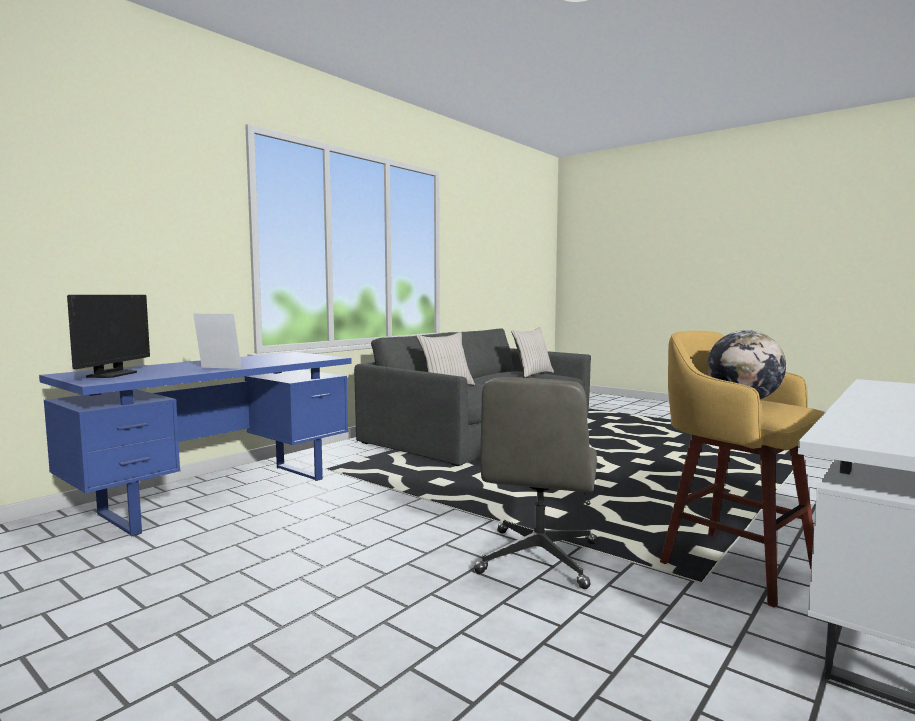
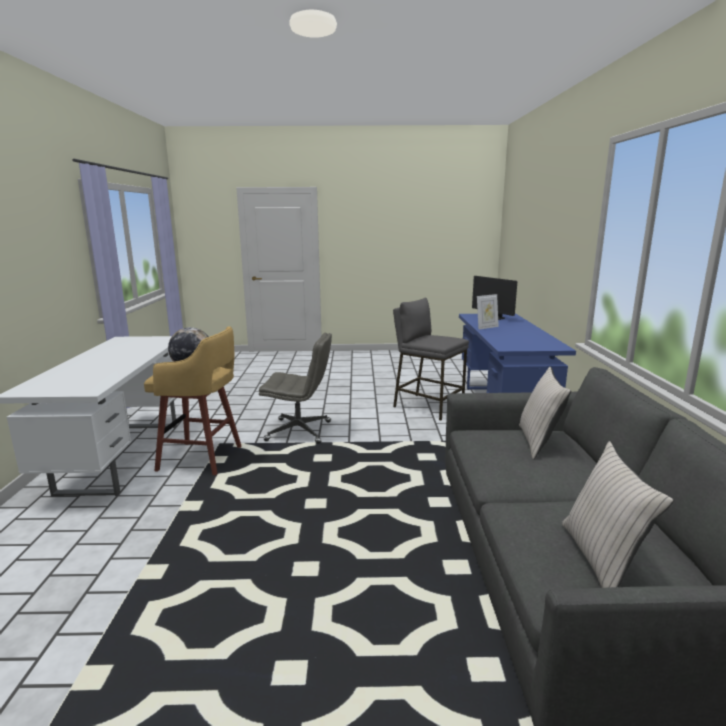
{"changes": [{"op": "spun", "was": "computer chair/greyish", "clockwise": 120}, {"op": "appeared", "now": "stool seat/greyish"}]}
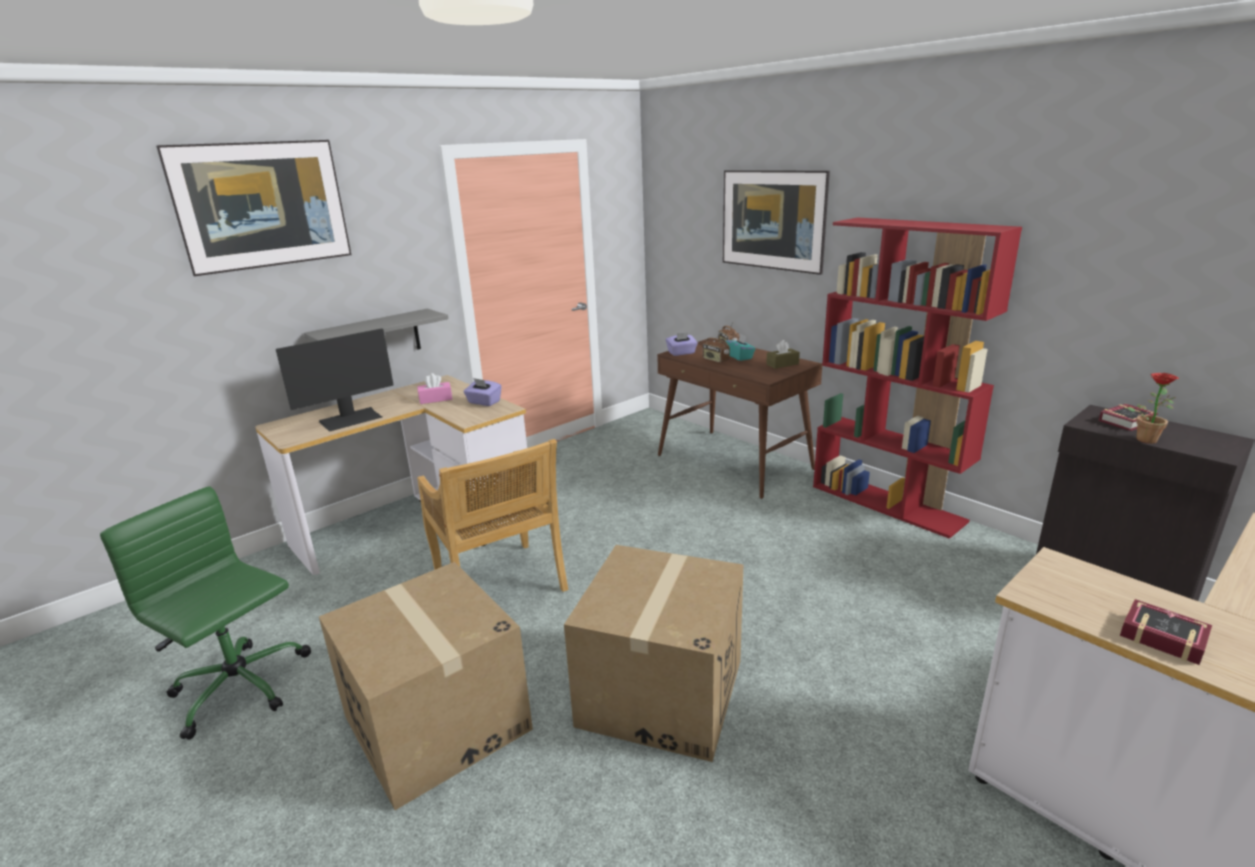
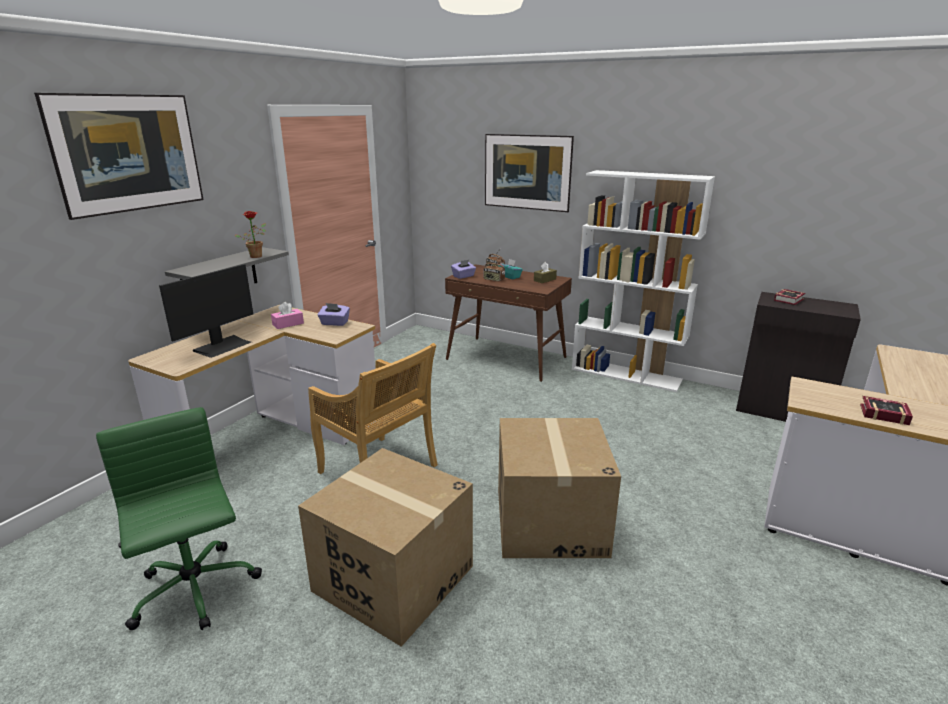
{"changes": [{"op": "colour", "was": "bookcase/reddish", "now": "bookcase/white-coloured"}, {"op": "relocated", "was": "houseplant"}, {"op": "spun", "was": "computer chair/green-coloured", "clockwise": 45}]}
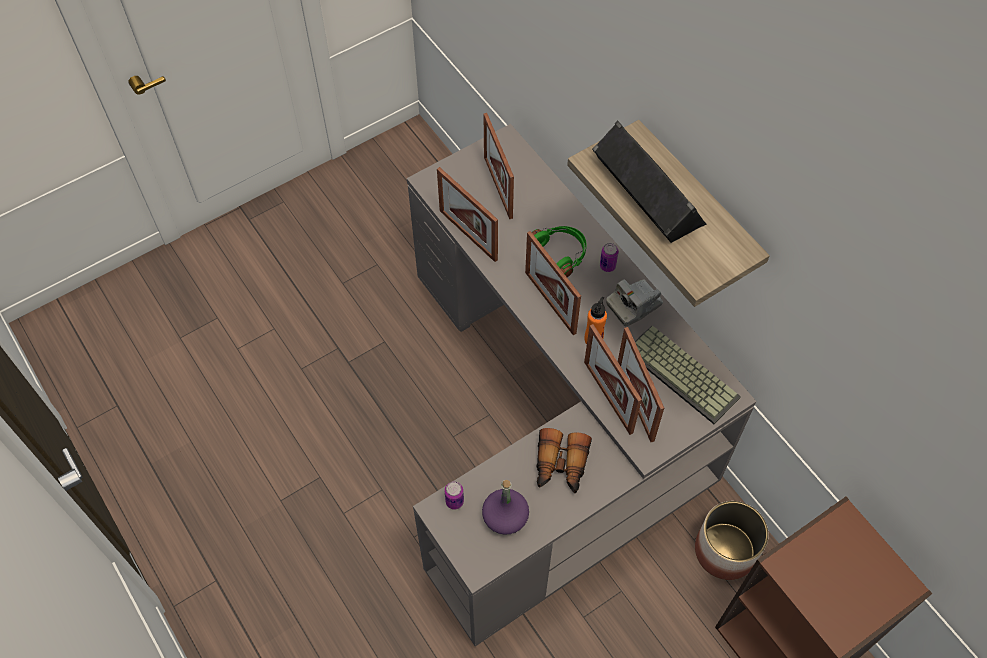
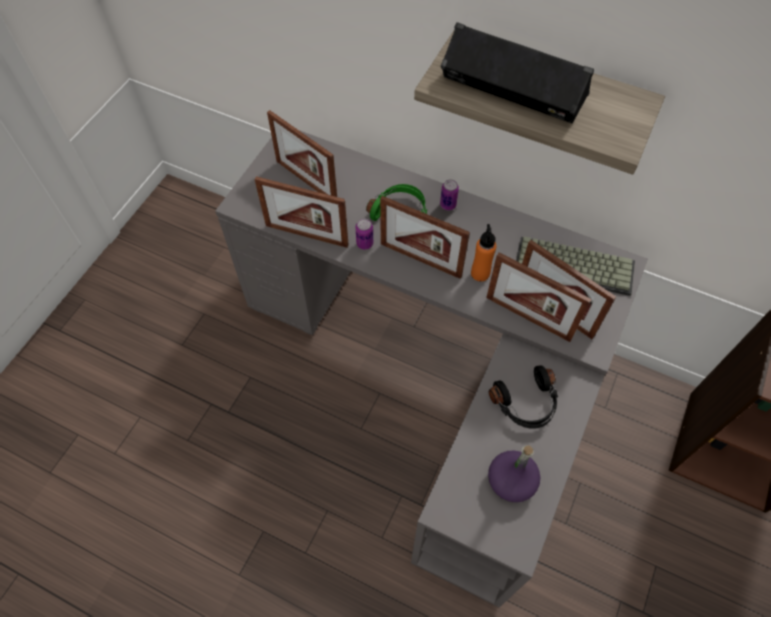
{"changes": [{"op": "missing", "was": "still camera"}, {"op": "exchanged", "was": "binoculars", "now": "headphones/black-coloured"}, {"op": "relocated", "was": "metal can (no. 1 from left)"}, {"op": "missing", "was": "planter"}]}
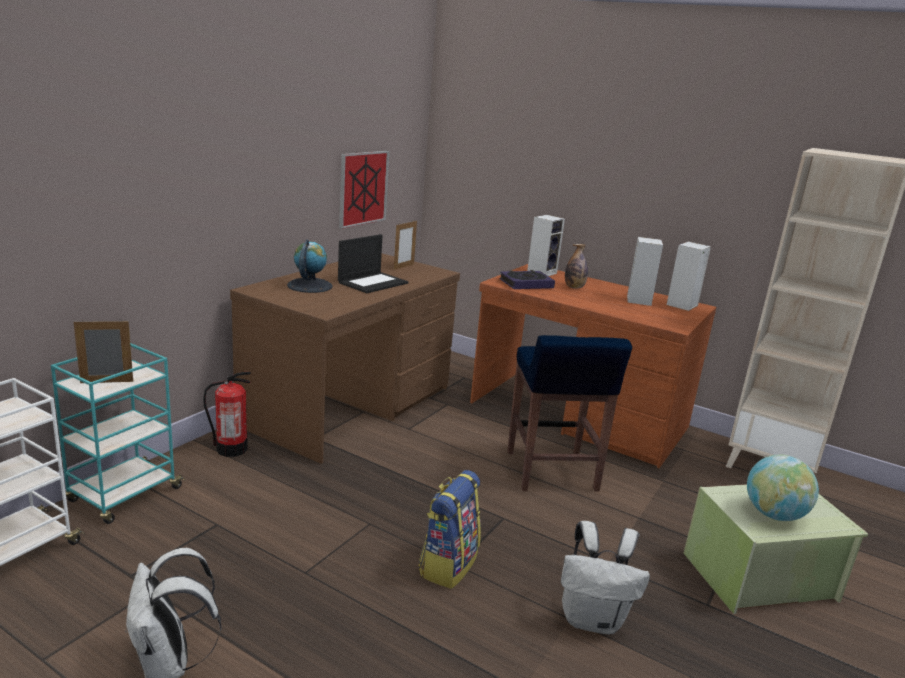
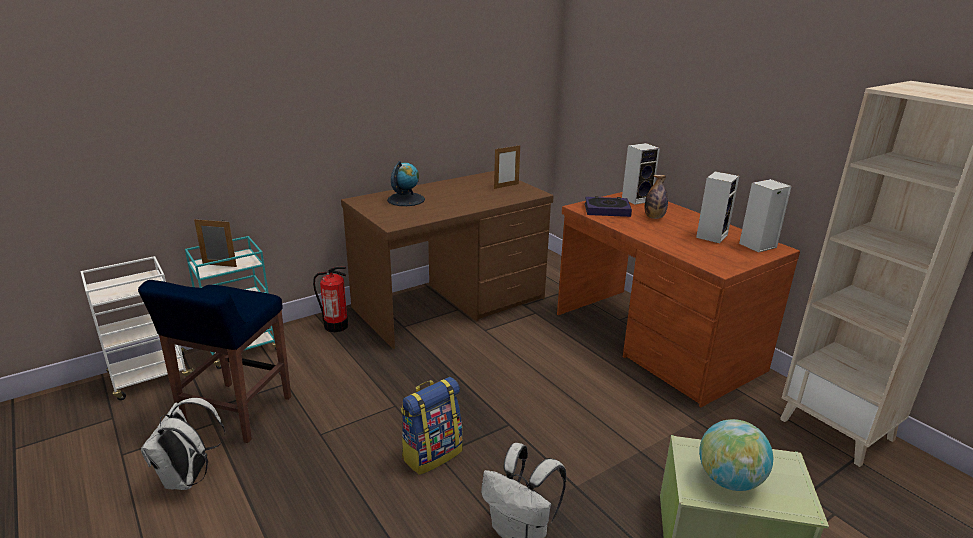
{"changes": [{"op": "missing", "was": "wall picture"}, {"op": "missing", "was": "notebook computer"}, {"op": "relocated", "was": "stool seat/bluish"}]}
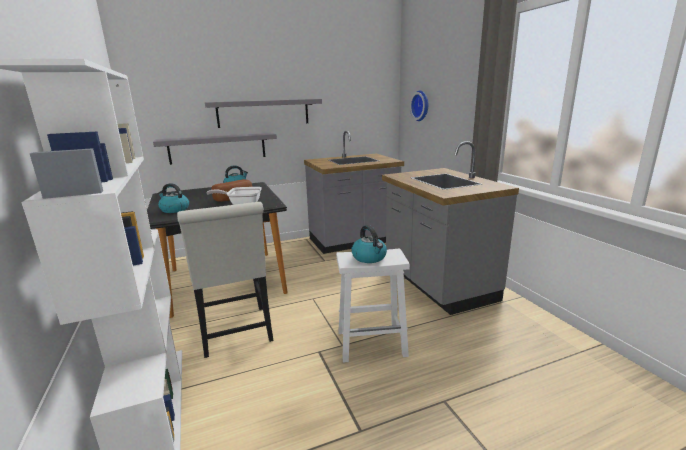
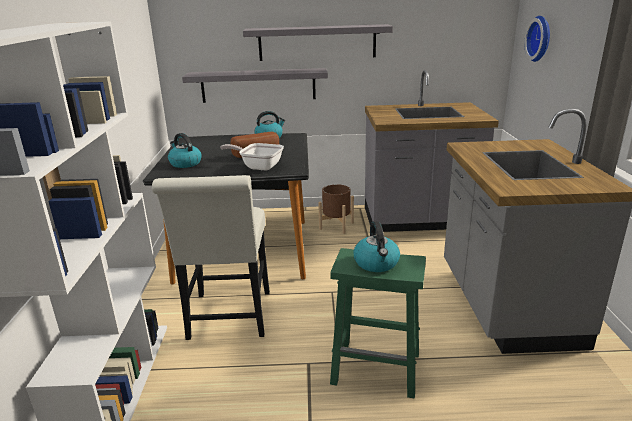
{"changes": [{"op": "colour", "was": "stool seat/white-coloured", "now": "stool seat/green-coloured"}, {"op": "appeared", "now": "planter/brownish"}]}
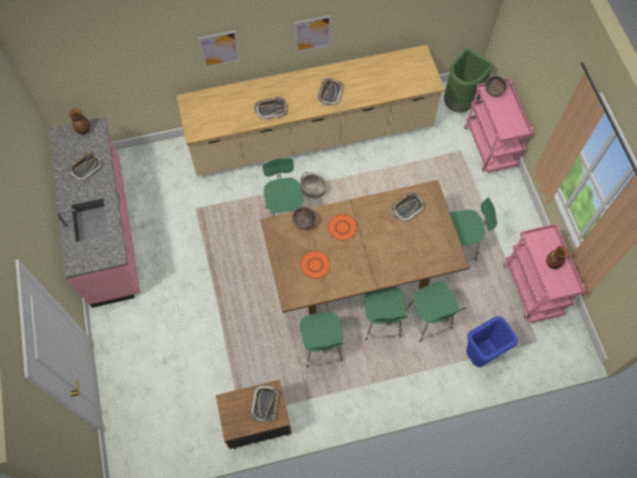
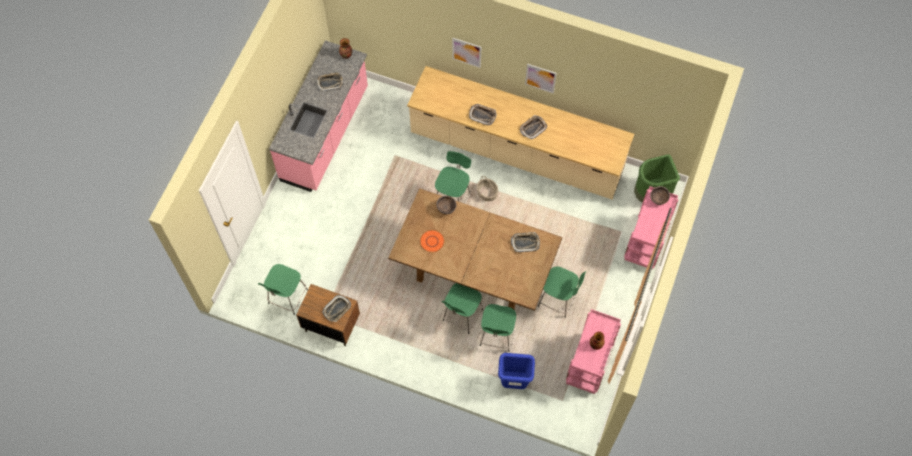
{"changes": [{"op": "missing", "was": "plate/orangey (no. 2 from left)"}, {"op": "relocated", "was": "stool seat/green-coloured (no. 2 from left in the first image)", "now": "stool seat/green-coloured (no. 1 from left)"}]}
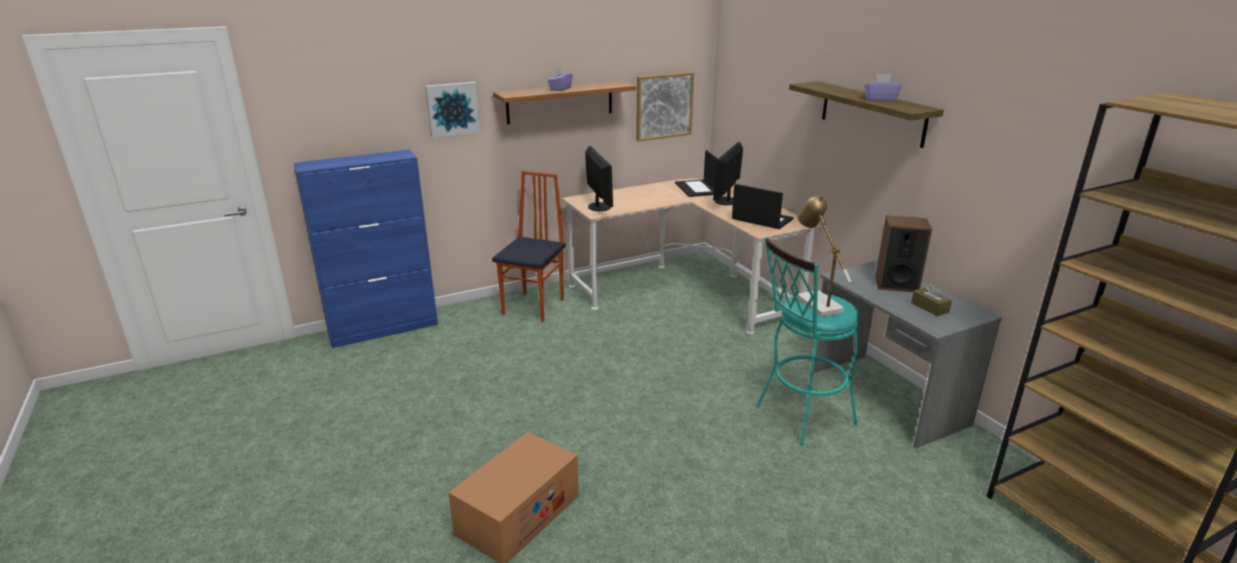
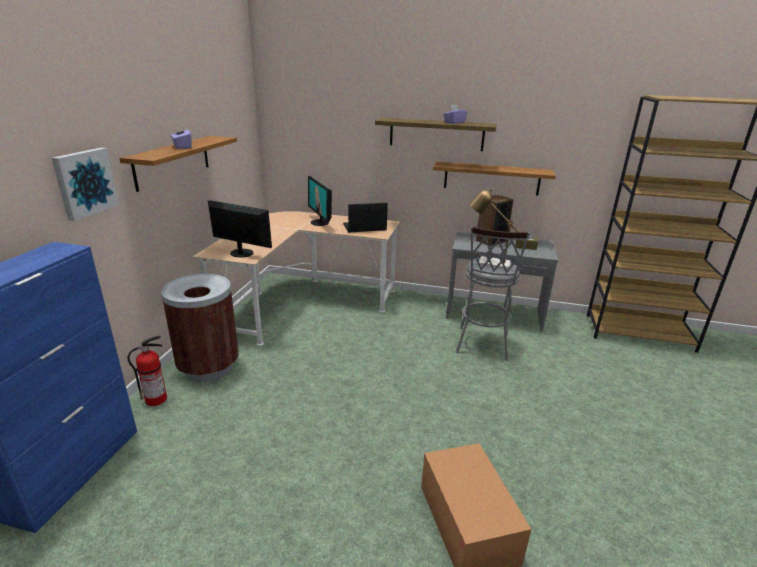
{"changes": [{"op": "missing", "was": "wall picture (no. 2 from left)"}, {"op": "missing", "was": "notebook computer (no. 1 from left)"}, {"op": "exchanged", "was": "plain chair", "now": "rubbish bin/brownish"}, {"op": "colour", "was": "stool seat/turquoise", "now": "stool seat/greyish"}, {"op": "appeared", "now": "shelf (no. 3 from left)"}, {"op": "appeared", "now": "fire extinguisher"}]}
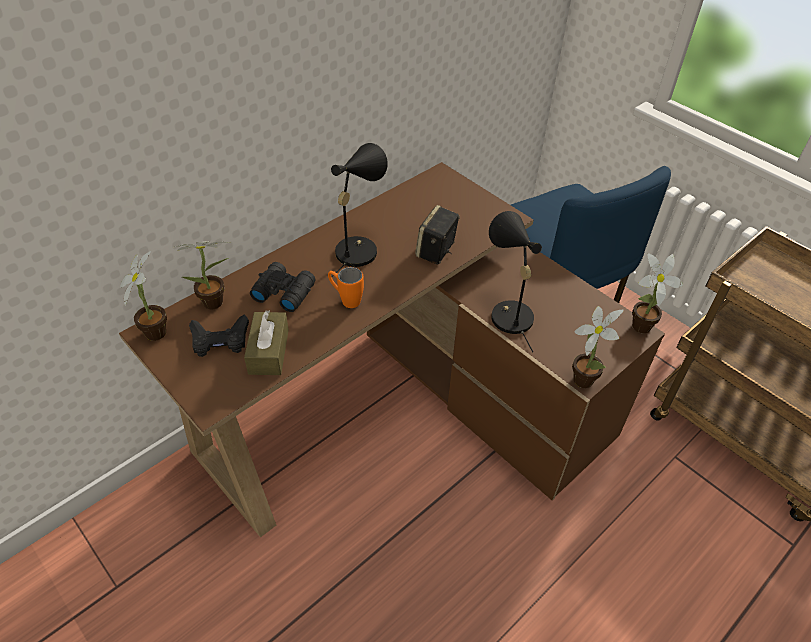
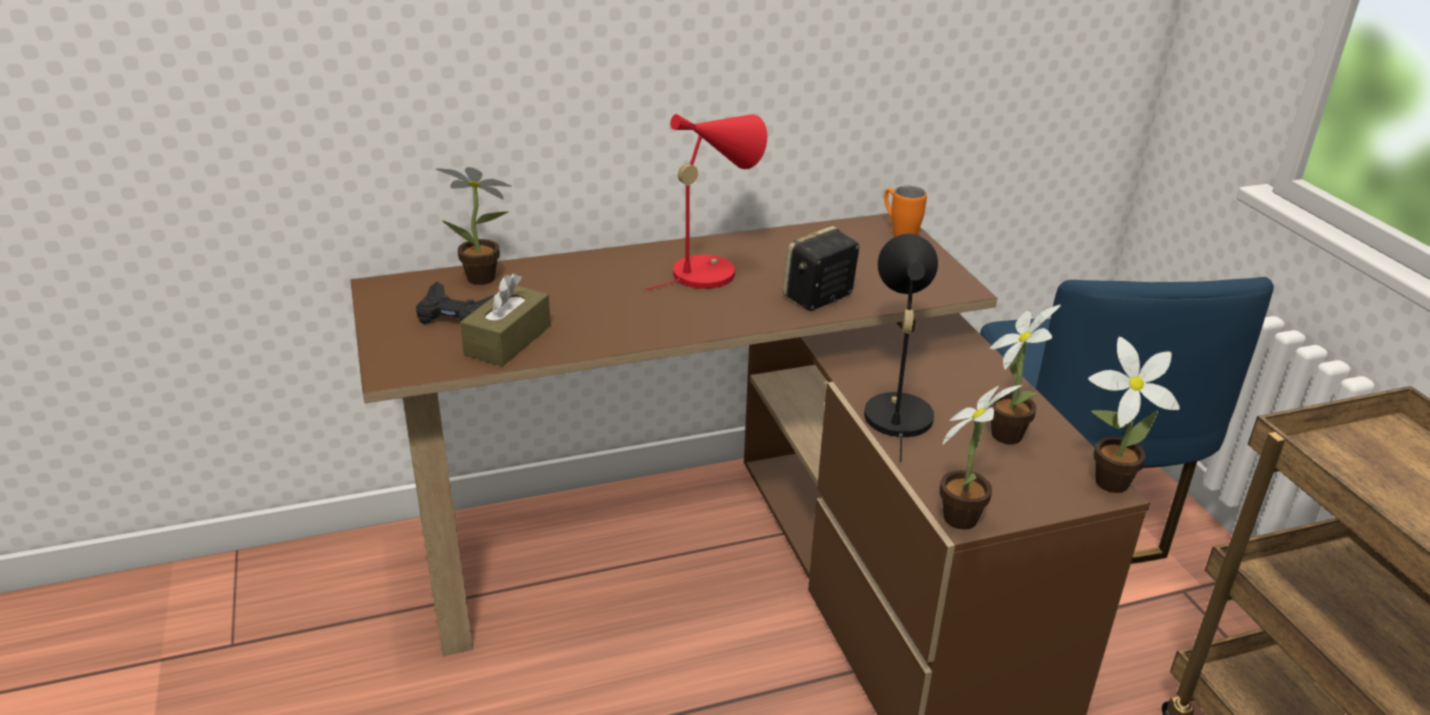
{"changes": [{"op": "colour", "was": "table lamp/black-coloured (no. 1 from left)", "now": "table lamp/reddish"}, {"op": "relocated", "was": "houseplant (no. 1 from left in the first image)", "now": "houseplant (no. 3 from left)"}, {"op": "missing", "was": "binoculars/black-coloured"}, {"op": "relocated", "was": "mug/orangey"}]}
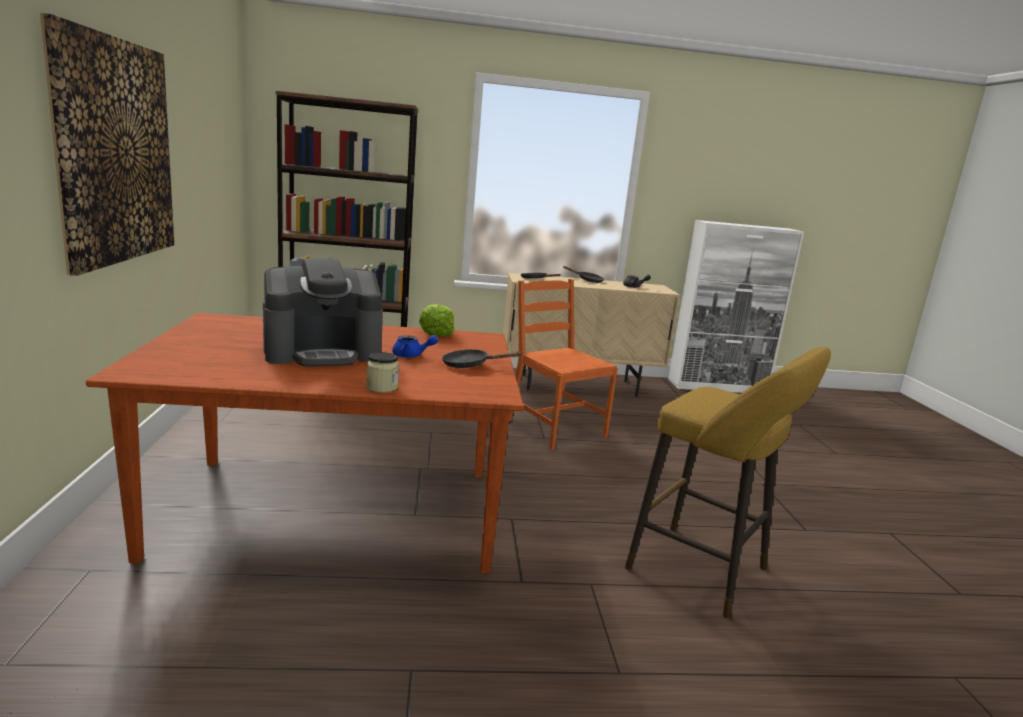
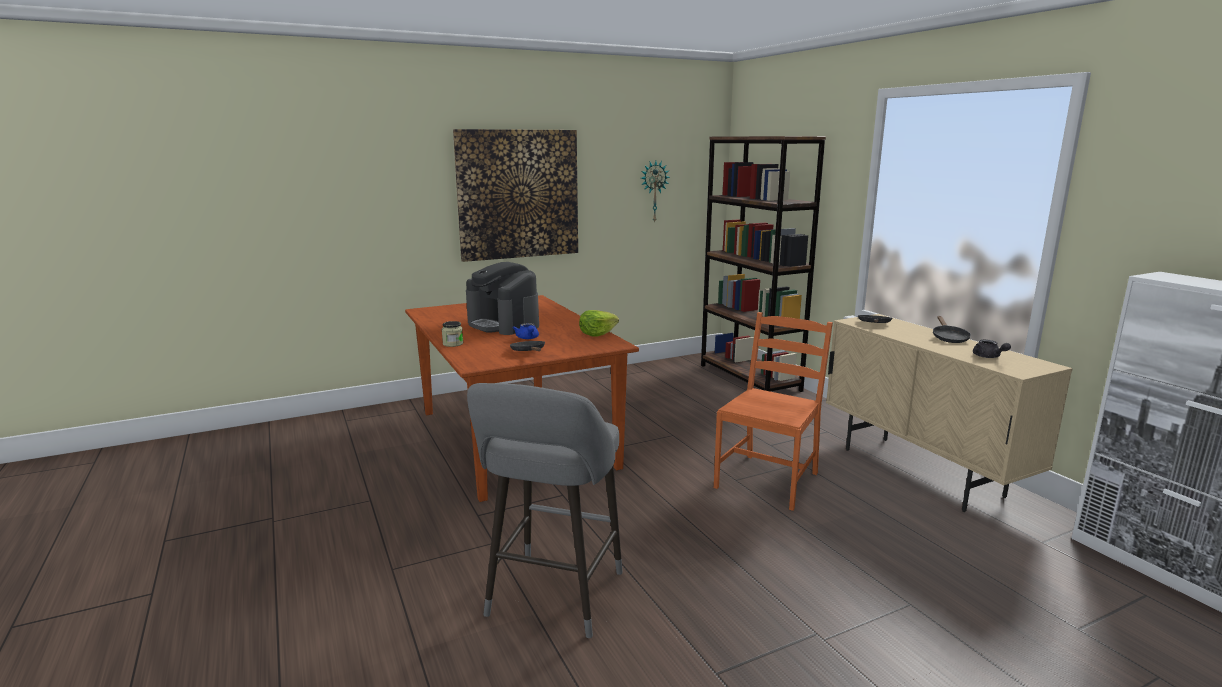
{"changes": [{"op": "colour", "was": "stool seat/yellow-coloured", "now": "stool seat/greyish"}, {"op": "appeared", "now": "hanging clock"}]}
